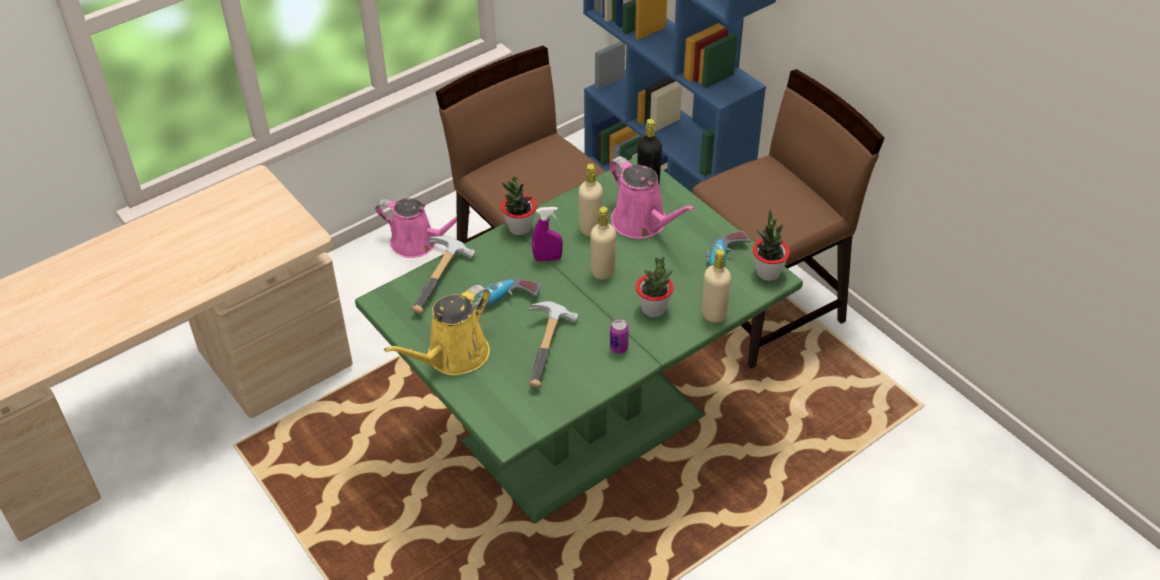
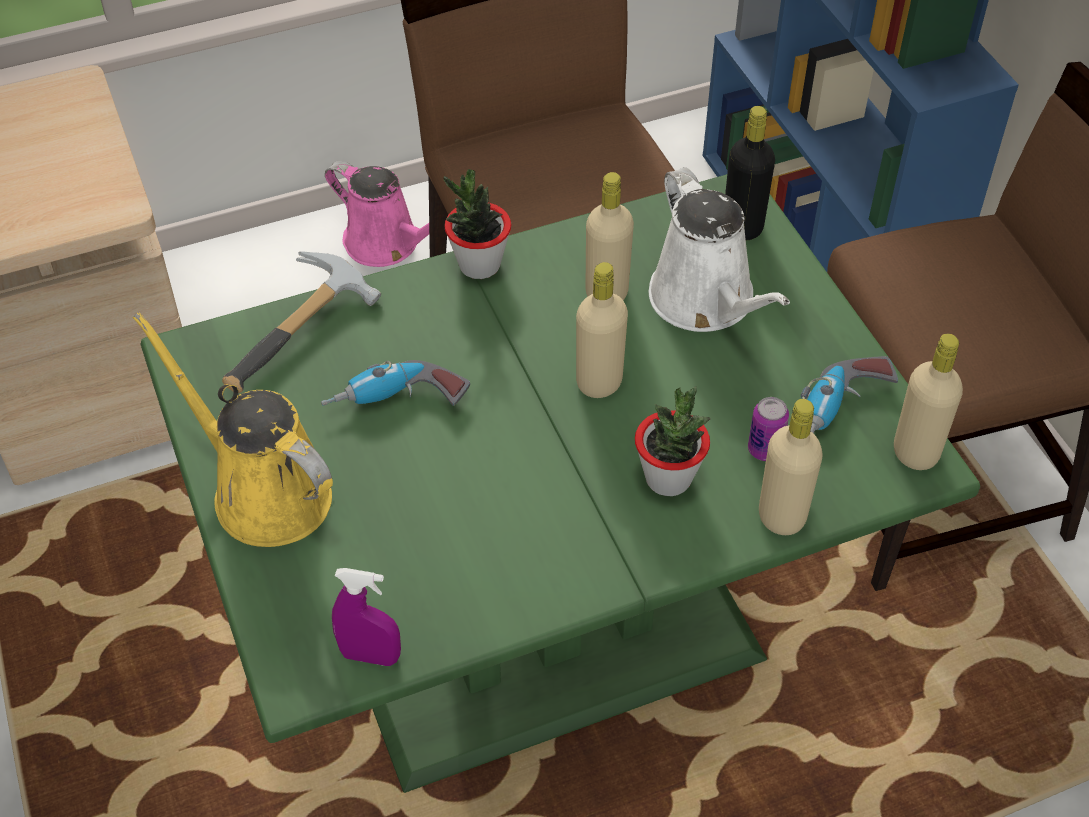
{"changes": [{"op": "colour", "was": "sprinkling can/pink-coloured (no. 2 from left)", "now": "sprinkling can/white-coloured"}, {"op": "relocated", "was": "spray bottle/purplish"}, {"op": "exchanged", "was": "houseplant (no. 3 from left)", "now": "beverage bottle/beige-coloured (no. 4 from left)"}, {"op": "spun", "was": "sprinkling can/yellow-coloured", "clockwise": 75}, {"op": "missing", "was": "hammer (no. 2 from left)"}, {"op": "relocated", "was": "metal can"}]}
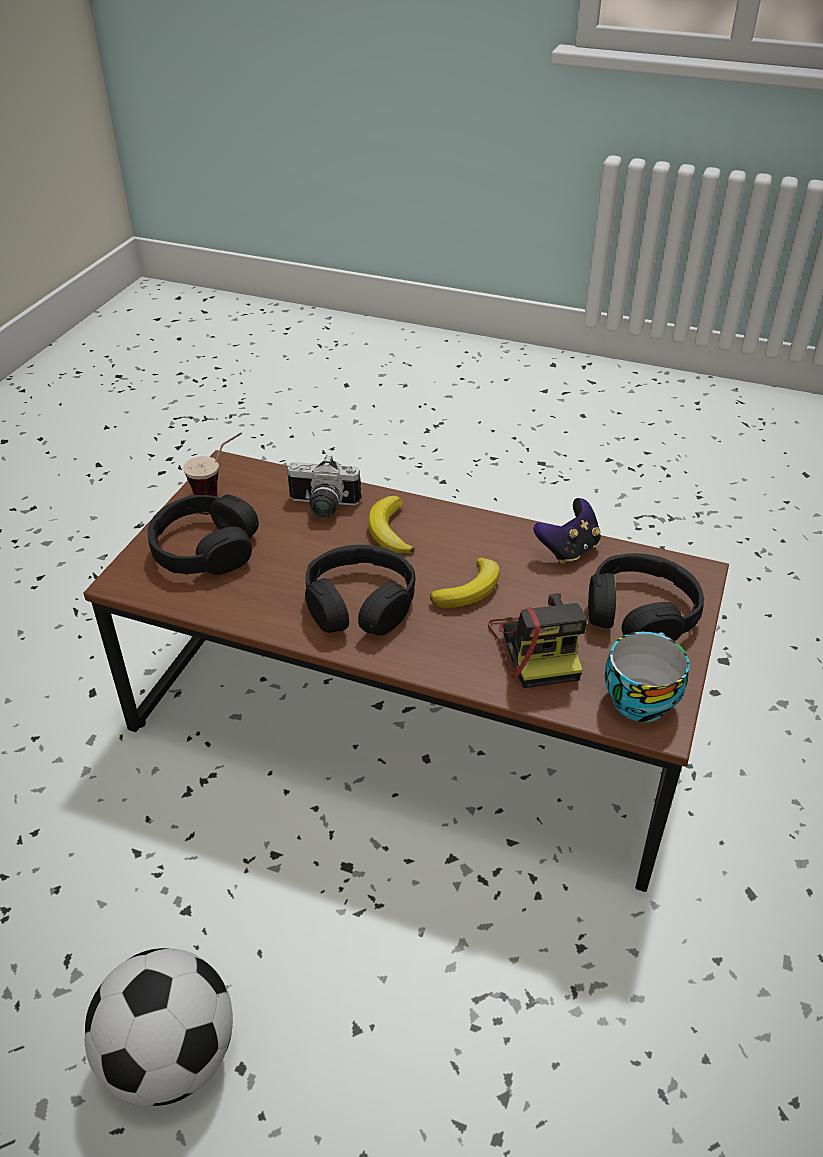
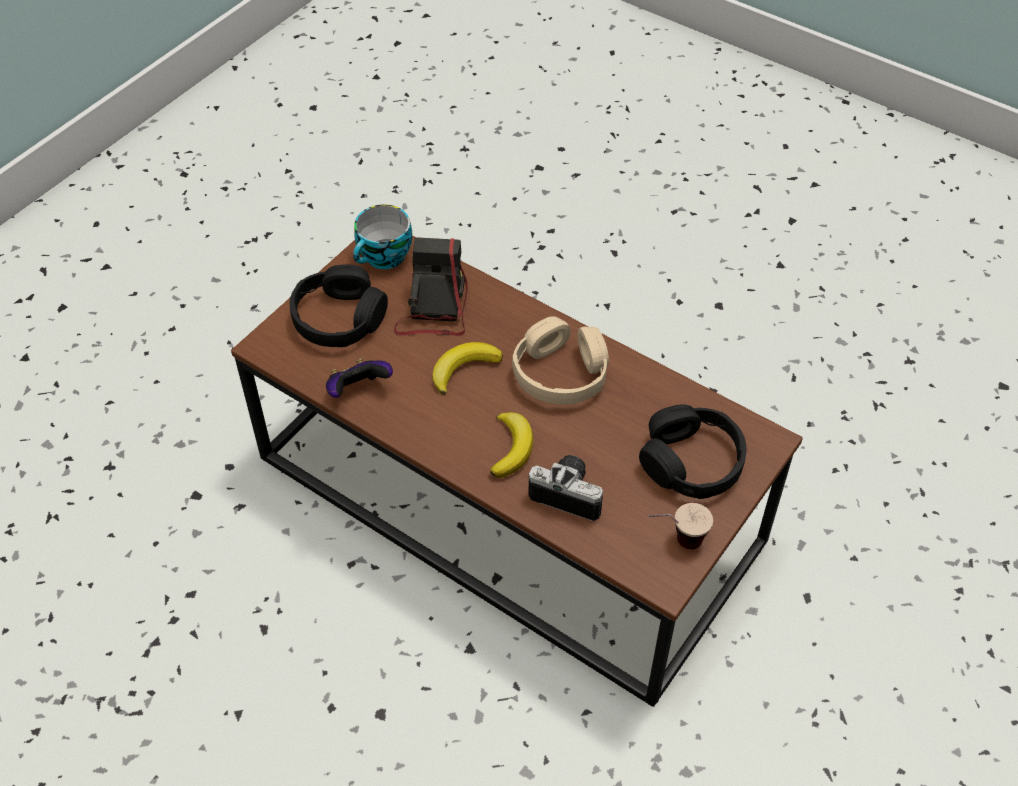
{"changes": [{"op": "colour", "was": "headphones/black-coloured (no. 2 from left)", "now": "headphones/beige-coloured"}, {"op": "missing", "was": "ball for football"}]}
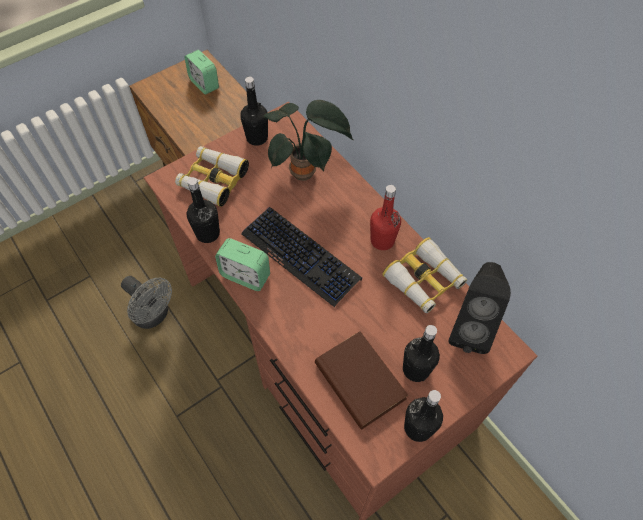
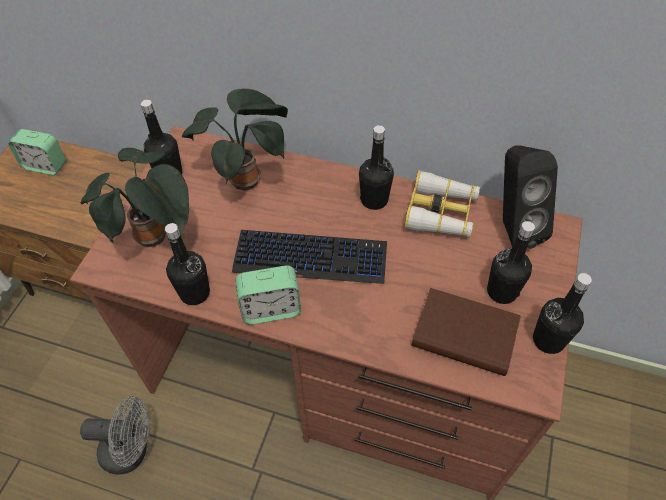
{"changes": [{"op": "exchanged", "was": "binoculars (no. 1 from left)", "now": "houseplant (no. 1 from left)"}, {"op": "colour", "was": "beverage bottle/reddish", "now": "beverage bottle/black-coloured (no. 3 from left)"}]}
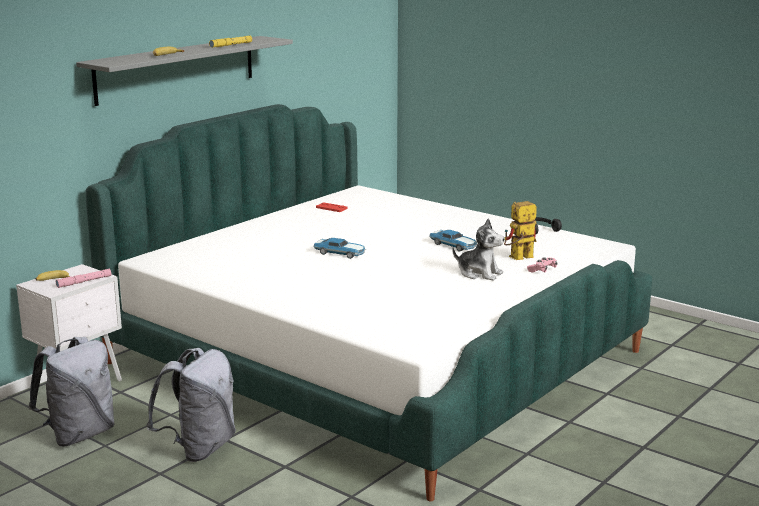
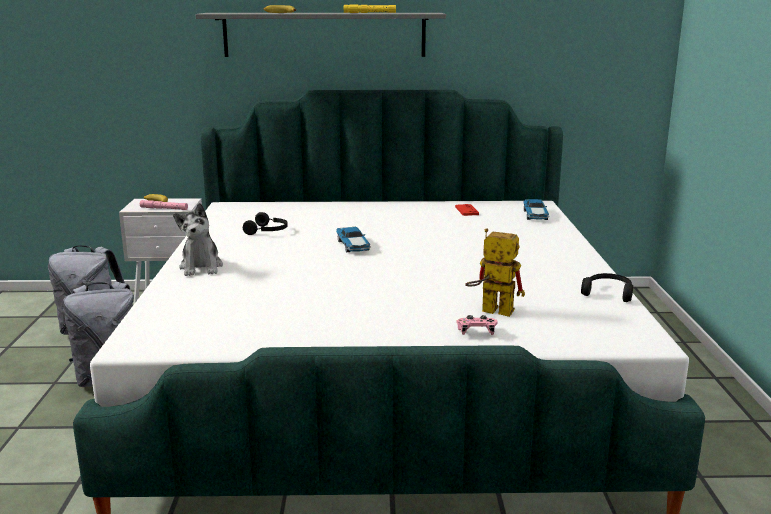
{"changes": [{"op": "relocated", "was": "soft toy"}, {"op": "relocated", "was": "toy car (no. 2 from left)"}, {"op": "appeared", "now": "headphones/black-coloured (no. 1 from left)"}]}
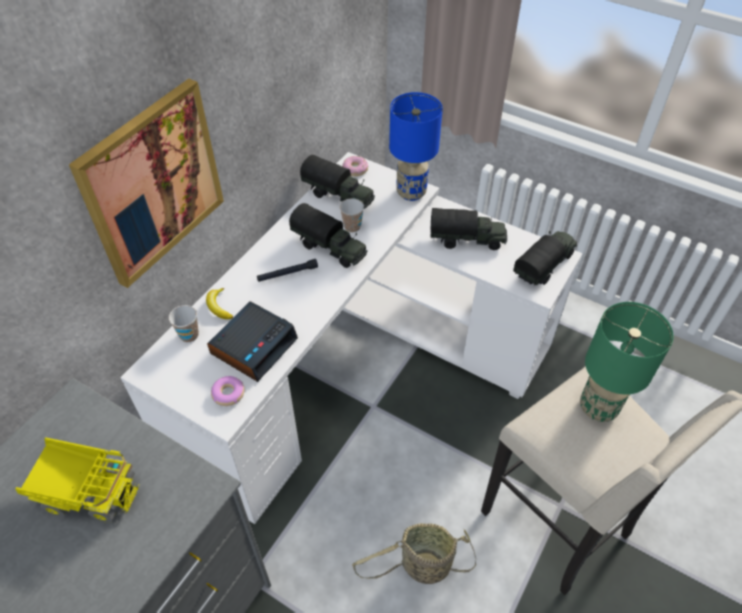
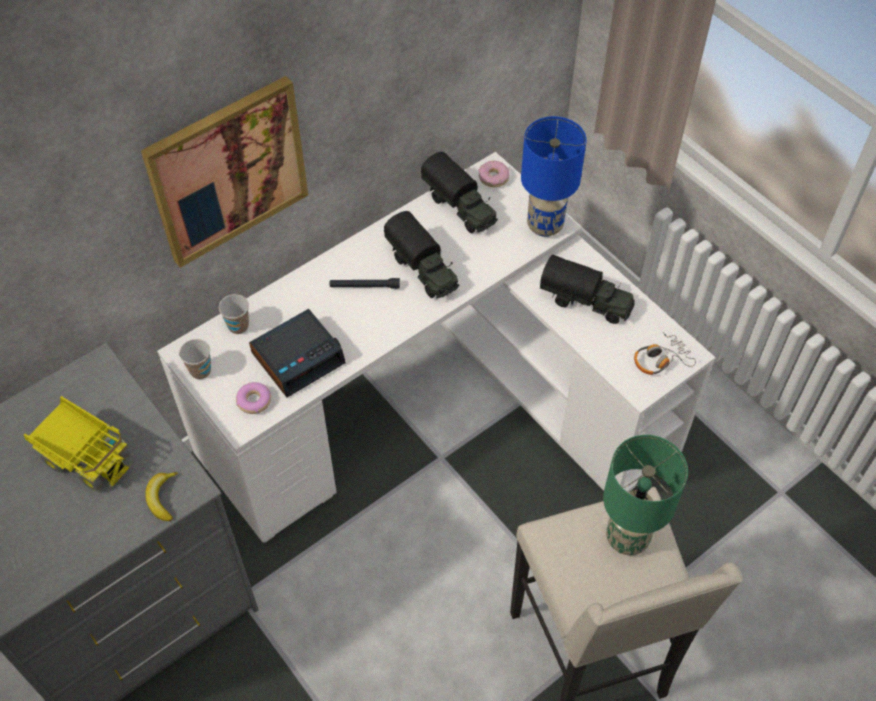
{"changes": [{"op": "relocated", "was": "small cup (no. 2 from left in the first image)", "now": "small cup (no. 1 from left)"}, {"op": "exchanged", "was": "toy truck (no. 5 from left)", "now": "headphones"}, {"op": "relocated", "was": "banana fruit"}, {"op": "missing", "was": "storage basket"}]}
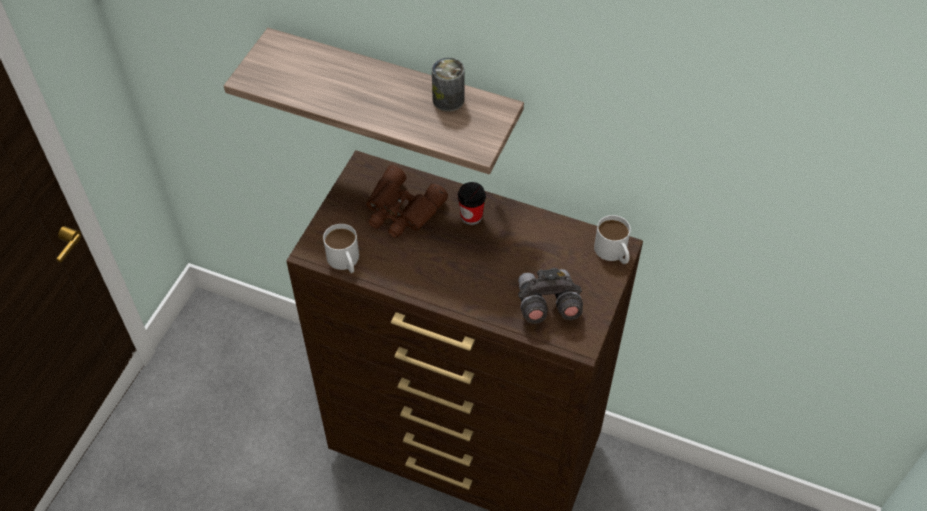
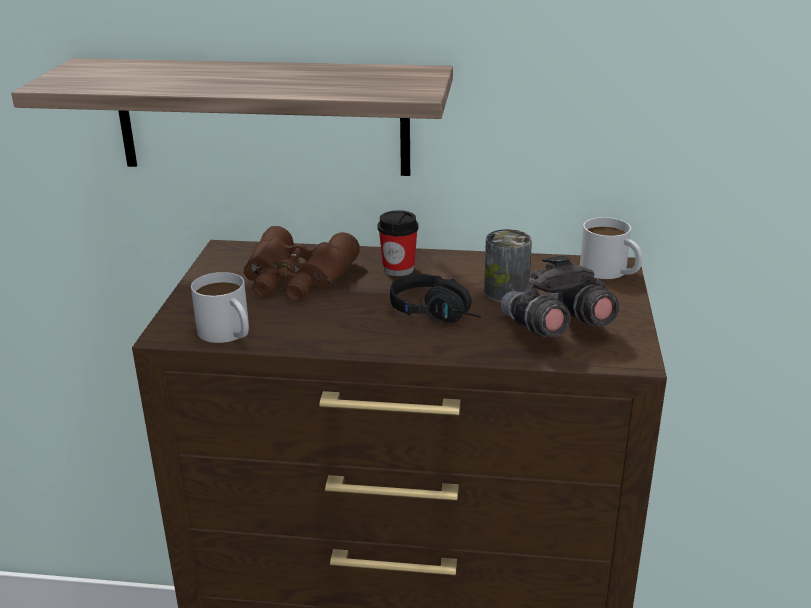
{"changes": [{"op": "relocated", "was": "metal can"}, {"op": "appeared", "now": "headphones/black-coloured"}]}
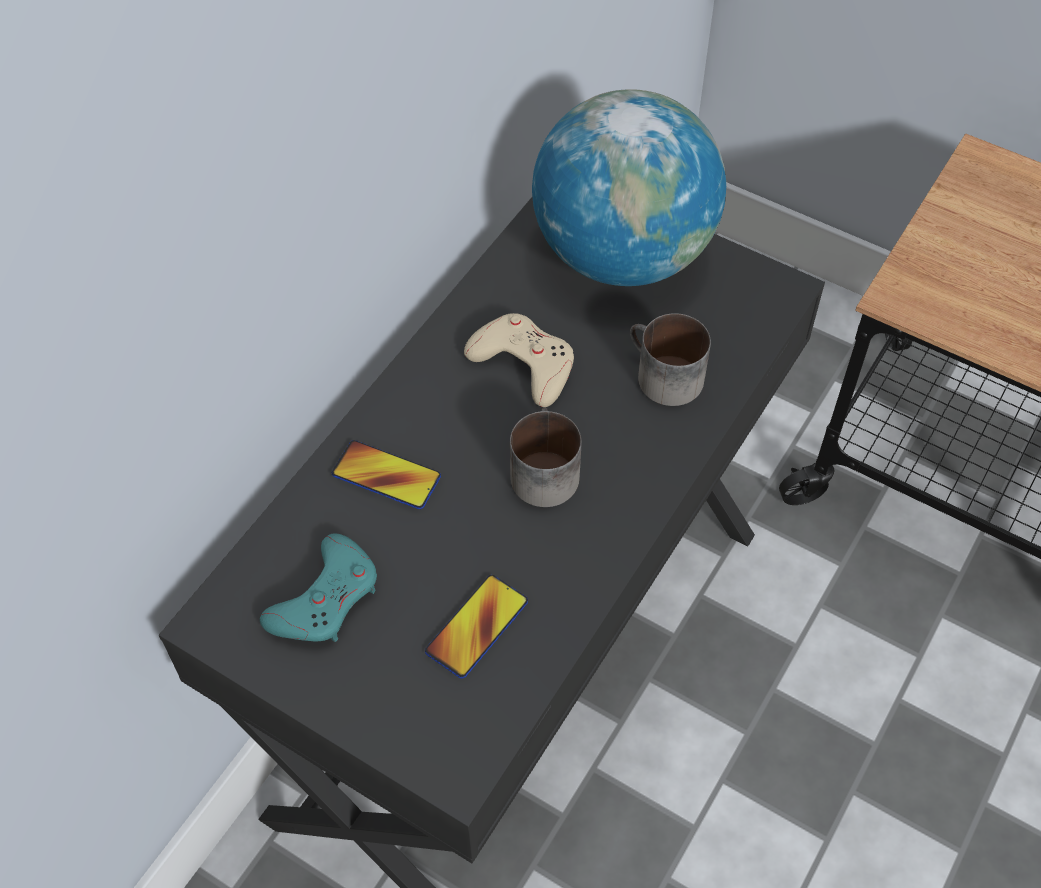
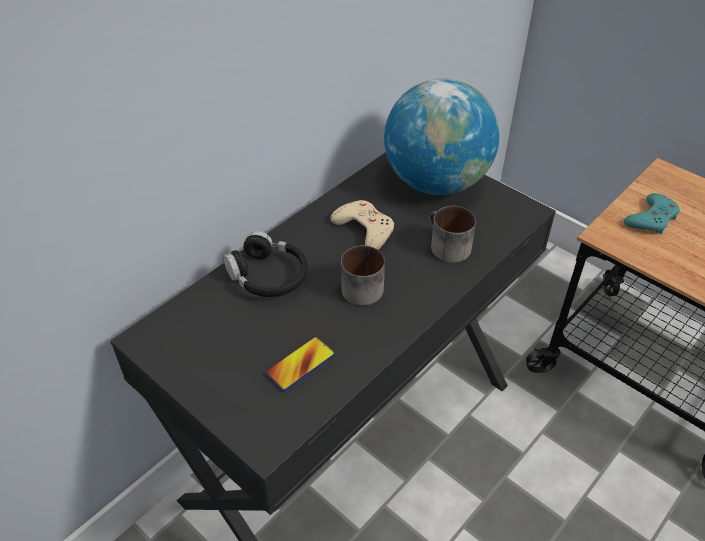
{"changes": [{"op": "exchanged", "was": "handset (no. 1 from left)", "now": "headphones/black-coloured"}, {"op": "relocated", "was": "gamepad/turquoise"}]}
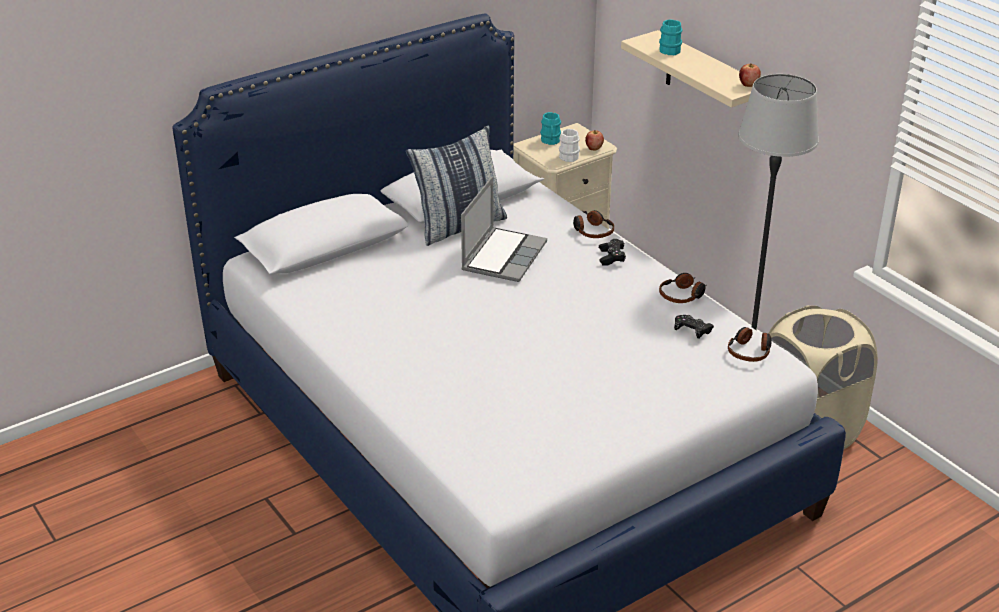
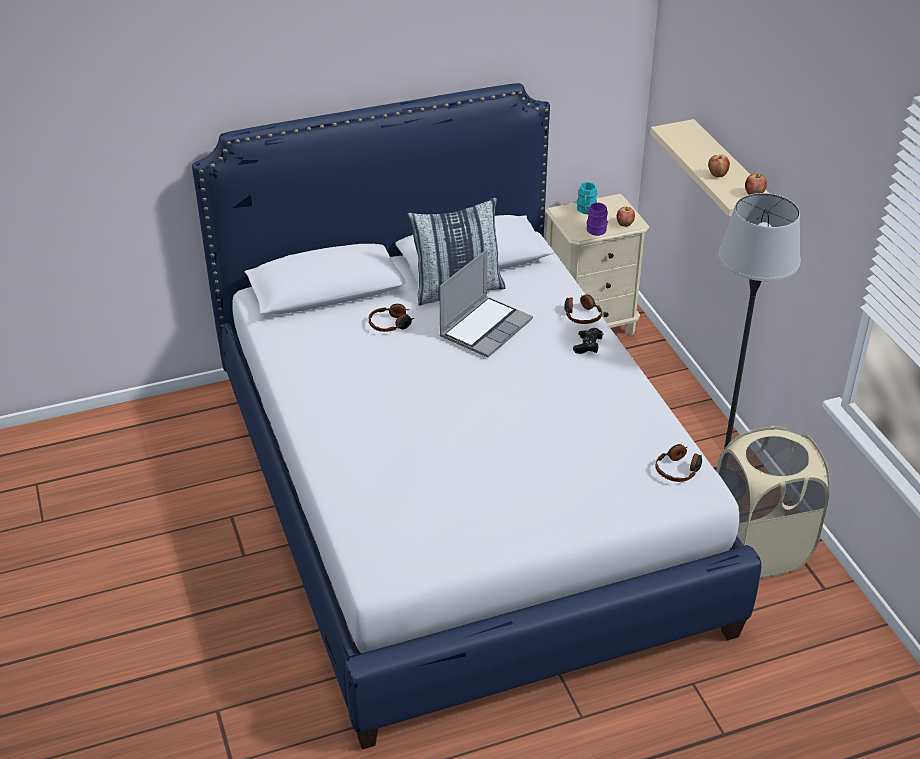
{"changes": [{"op": "missing", "was": "mug/turquoise (no. 2 from left)"}, {"op": "colour", "was": "mug/white-coloured", "now": "mug/purplish"}, {"op": "relocated", "was": "headphones (no. 2 from left in the first image)", "now": "headphones (no. 1 from left)"}, {"op": "missing", "was": "gamepad/black-coloured (no. 2 from left)"}, {"op": "appeared", "now": "whole apple (no. 2 from left)"}]}
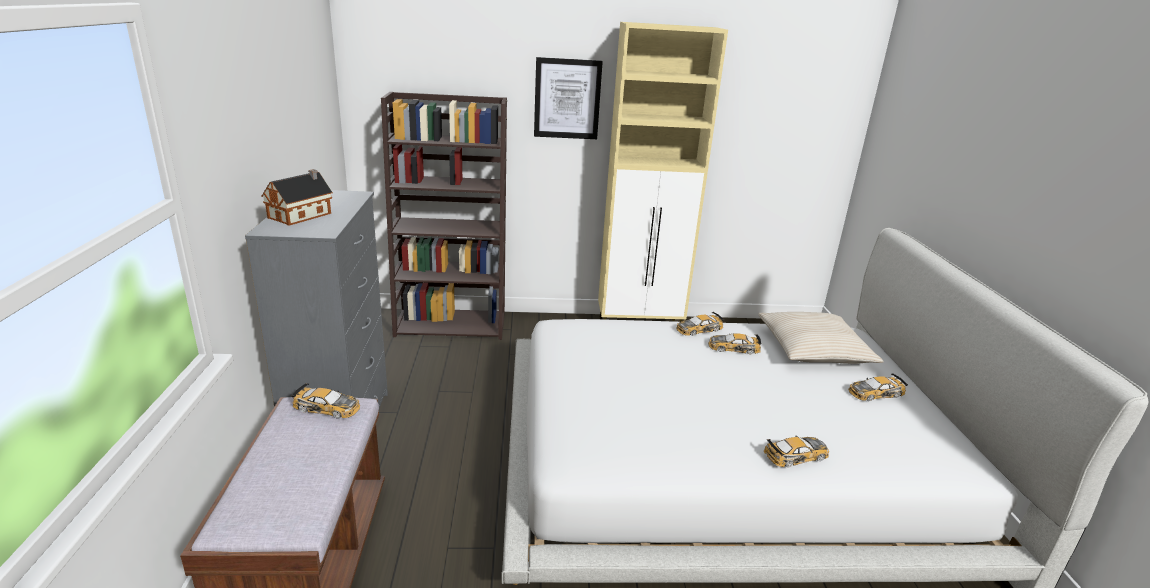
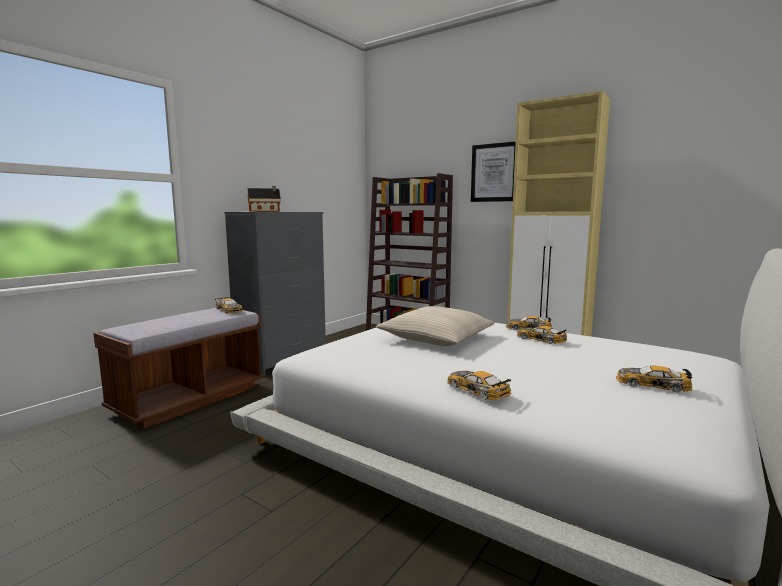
{"changes": [{"op": "relocated", "was": "throw pillow/beige-coloured"}, {"op": "spun", "was": "toy car (no. 4 from left in the first image)", "clockwise": -150}]}
